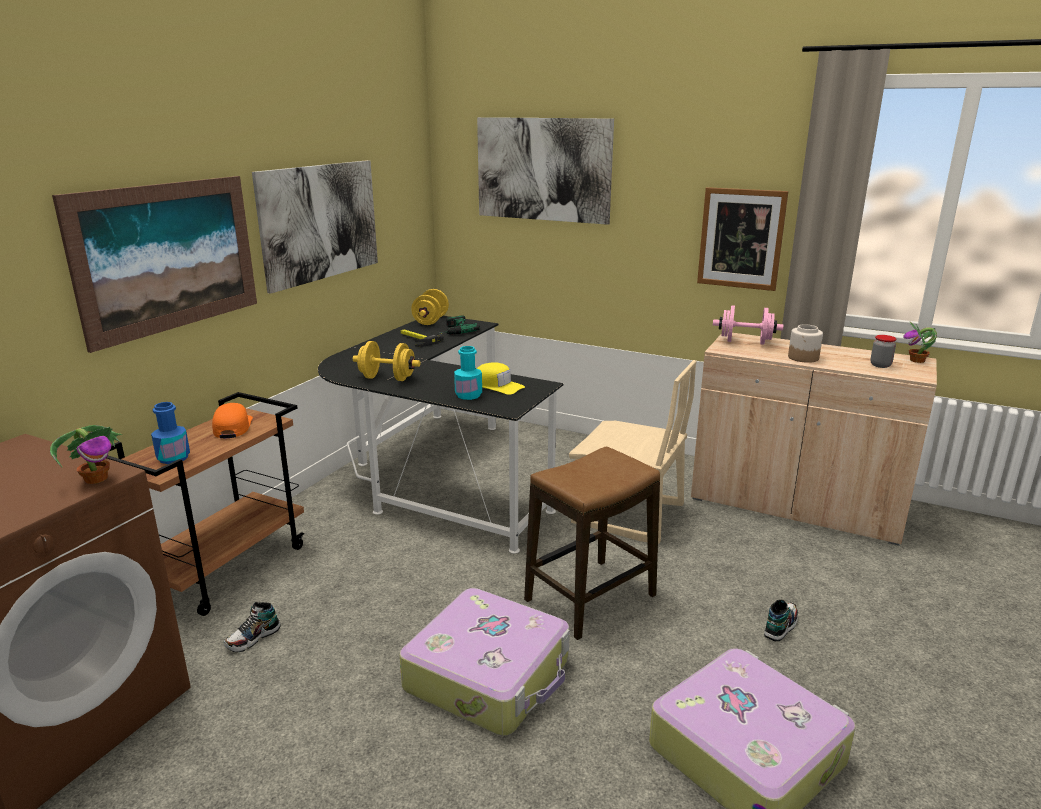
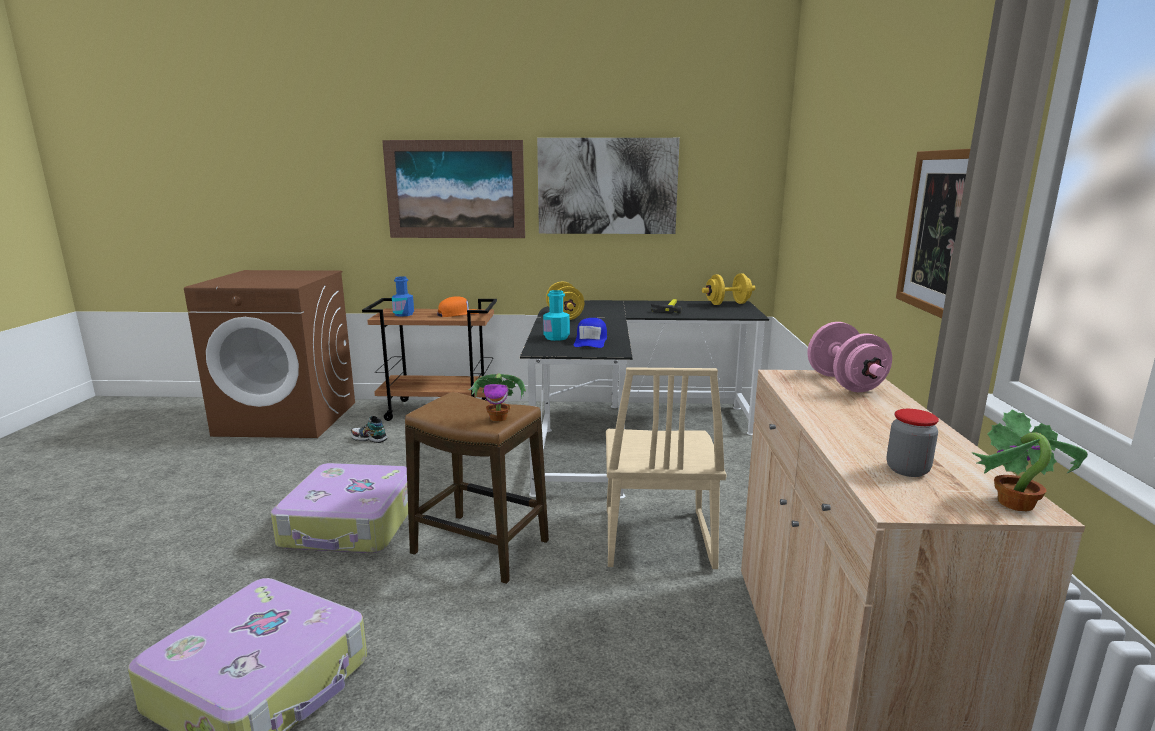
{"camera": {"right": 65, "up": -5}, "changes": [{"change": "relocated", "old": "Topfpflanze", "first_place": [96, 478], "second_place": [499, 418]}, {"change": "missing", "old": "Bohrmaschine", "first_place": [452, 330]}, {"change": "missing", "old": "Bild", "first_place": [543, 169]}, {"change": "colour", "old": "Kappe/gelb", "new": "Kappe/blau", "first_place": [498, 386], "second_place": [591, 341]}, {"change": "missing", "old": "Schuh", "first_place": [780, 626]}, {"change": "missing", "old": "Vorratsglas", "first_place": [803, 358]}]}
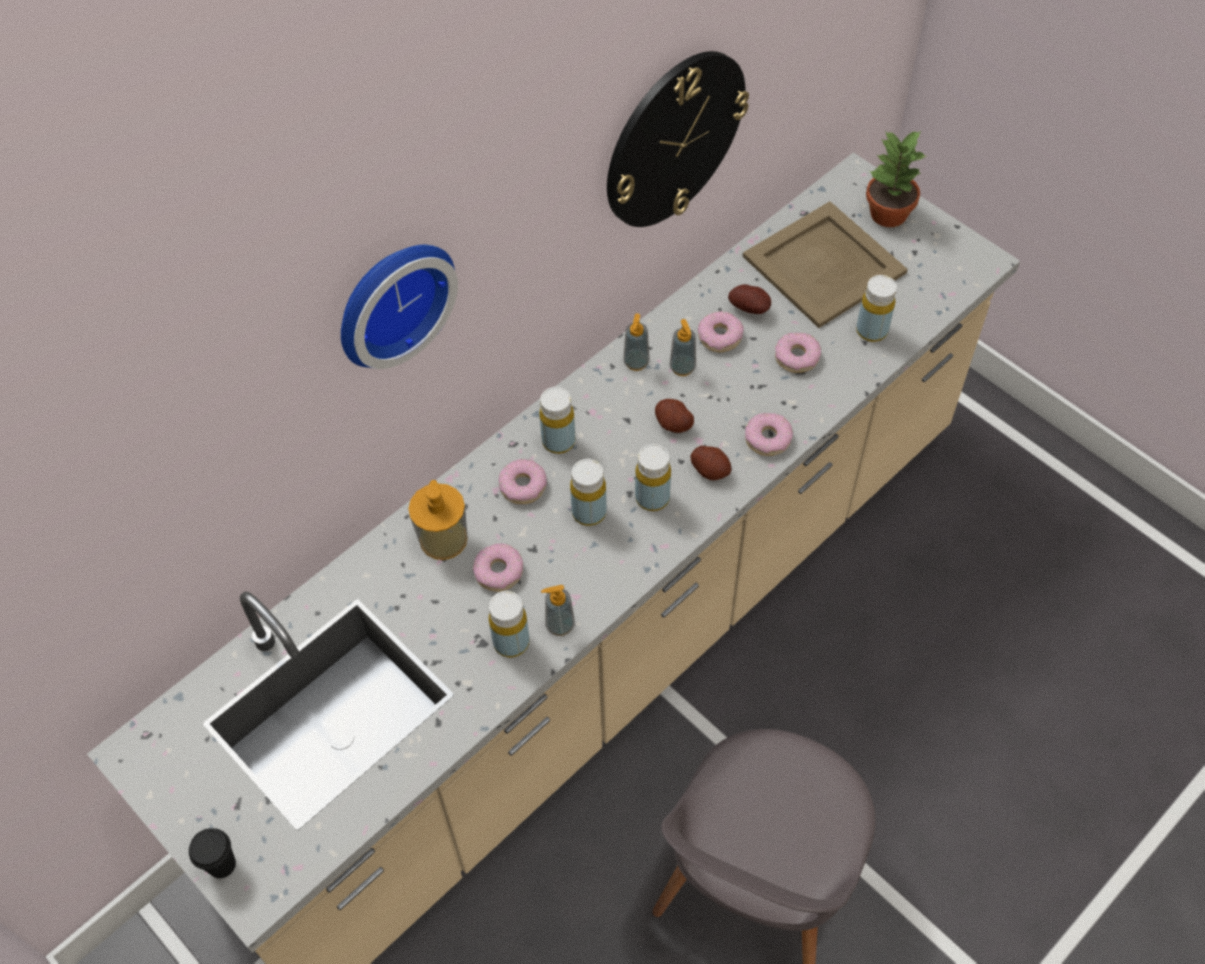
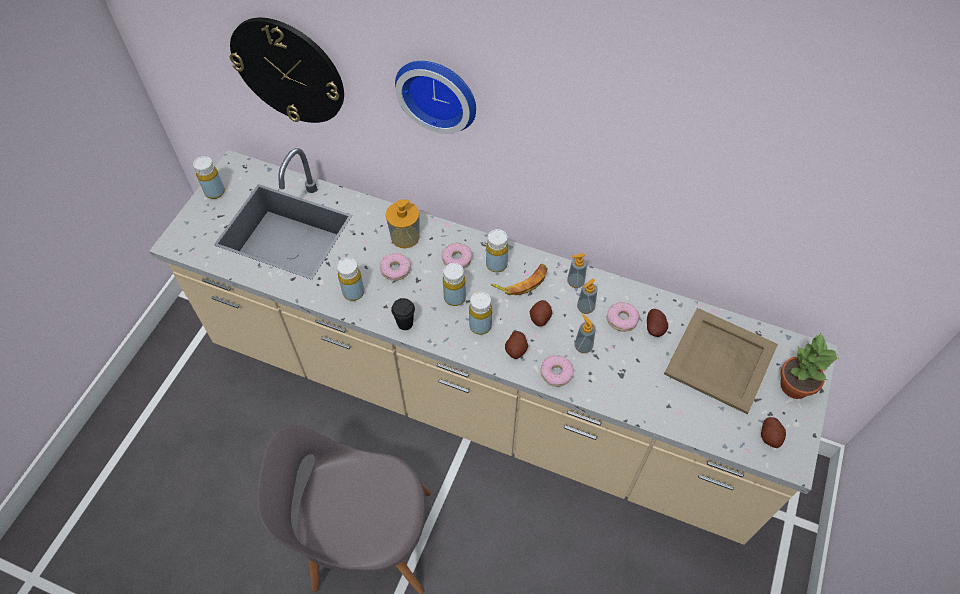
{"camera": {"right": 65, "up": 0}, "changes": [{"change": "relocated", "old": "Tasse/schwarz", "first_place": [222, 864], "second_place": [405, 323]}, {"change": "relocated", "old": "Seifenspender", "first_place": [560, 625], "second_place": [583, 346]}, {"change": "relocated", "old": "Wanduhr", "first_place": [674, 139], "second_place": [288, 71]}, {"change": "missing", "old": "Donut", "first_place": [796, 357]}, {"change": "relocated", "old": "Flasche/gelb", "first_place": [871, 331], "second_place": [215, 192]}, {"change": "appeared", "new": "Banane", "second_place": [522, 282]}, {"change": "appeared", "new": "Kartoffel", "second_place": [770, 436]}]}
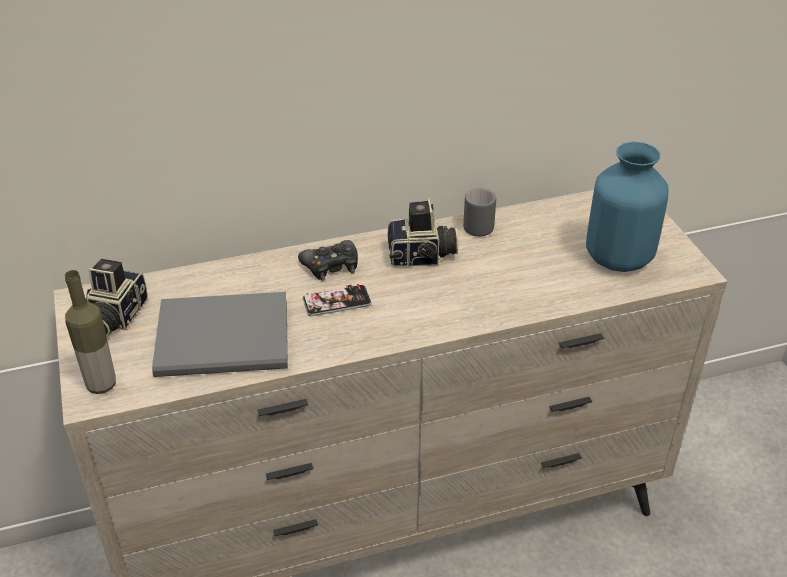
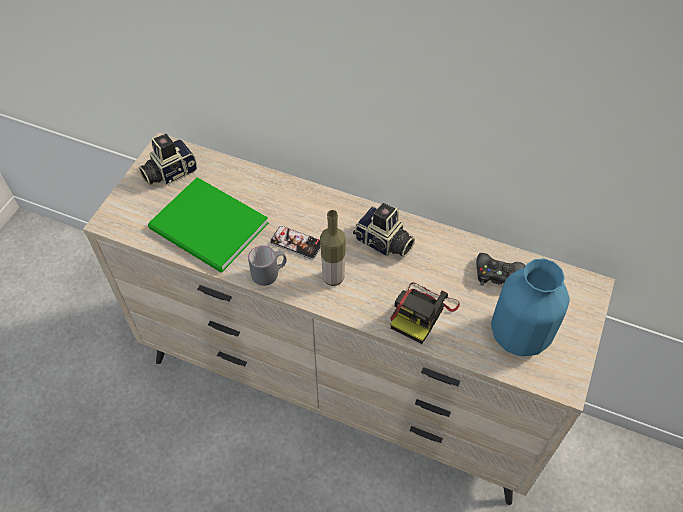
{"camera": {"right": 40, "up": 15}, "changes": [{"change": "relocated", "old": "Flasche", "first_place": [101, 385], "second_place": [333, 278]}, {"change": "colour", "old": "Buch/grau", "new": "Buch/grün", "first_place": [227, 340], "second_place": [209, 229]}, {"change": "relocated", "old": "Gamepad/schwarz", "first_place": [331, 266], "second_place": [497, 275]}, {"change": "relocated", "old": "Henkelbecher/grau", "first_place": [480, 225], "second_place": [269, 274]}, {"change": "appeared", "new": "Kamera", "second_place": [422, 312]}]}
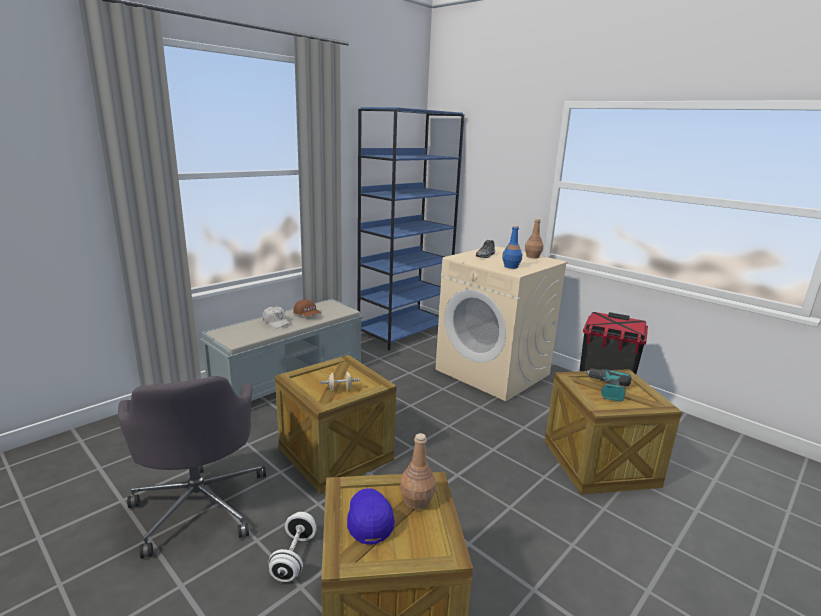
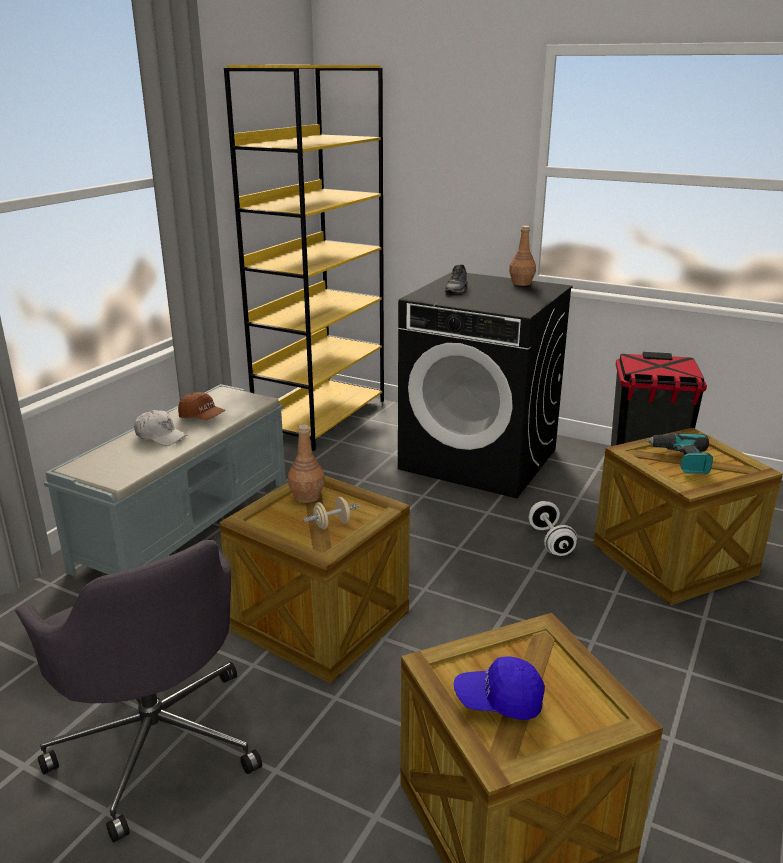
{"camera": {"right": -15, "up": 5}, "changes": [{"change": "relocated", "old": "Hantel/weiß", "first_place": [294, 557], "second_place": [550, 541]}, {"change": "spun", "old": "Kappe/blau", "first_place": [369, 521], "second_place": [498, 701], "degrees": -60}, {"change": "colour", "old": "Bücherregal/blau", "new": "Bücherregal/gelb", "first_place": [404, 331], "second_place": [321, 417]}, {"change": "relocated", "old": "Flasche/braun", "first_place": [416, 501], "second_place": [306, 497]}, {"change": "colour", "old": "Waschmaschine/beige", "new": "Waschmaschine/schwarz", "first_place": [493, 372], "second_place": [480, 459]}, {"change": "missing", "old": "Flasche/blau", "first_place": [511, 267]}]}
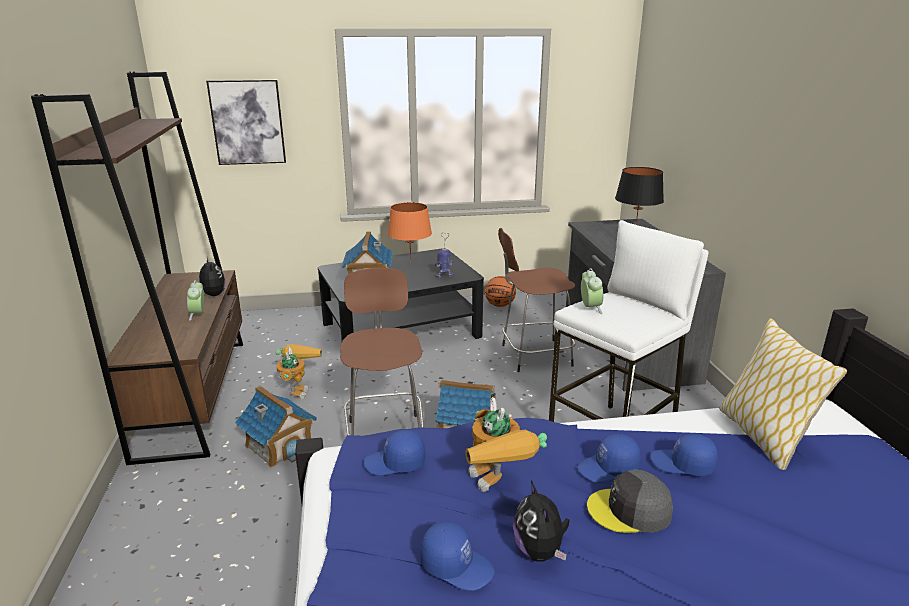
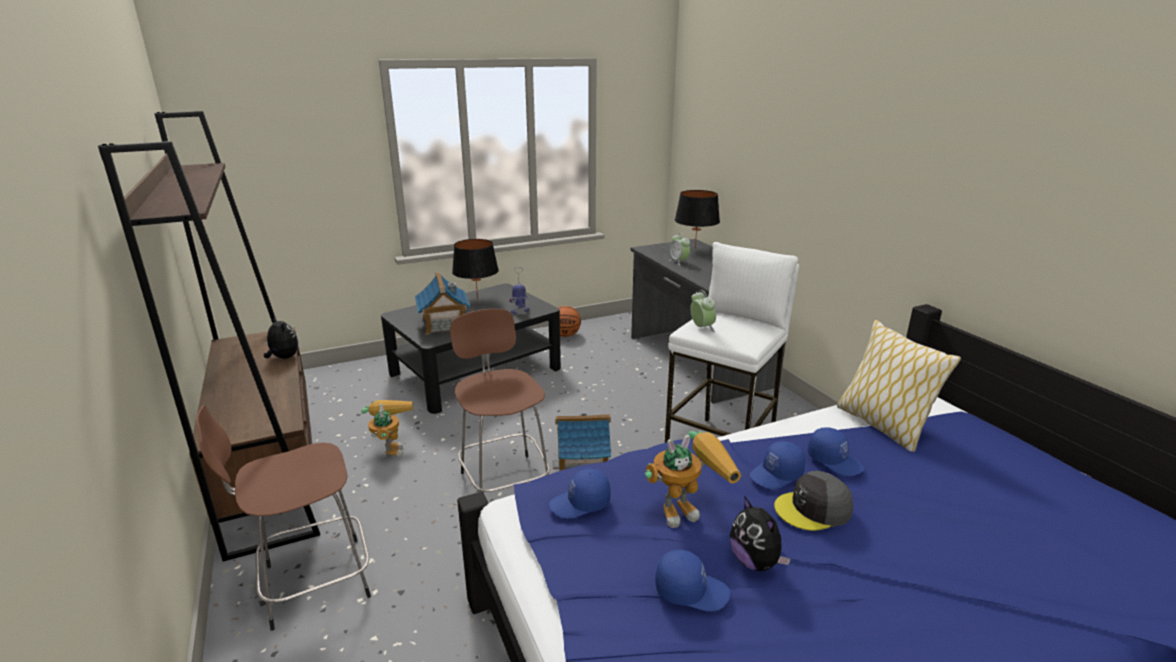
{"camera": {"right": -15, "up": 0}, "changes": [{"change": "relocated", "old": "Wecker", "first_place": [198, 314], "second_place": [679, 262]}, {"change": "missing", "old": "Bild", "first_place": [247, 122]}, {"change": "missing", "old": "Spielzeughaus", "first_place": [279, 445]}, {"change": "colour", "old": "Tischlampe/orange", "new": "Tischlampe/schwarz", "first_place": [410, 261], "second_place": [477, 299]}, {"change": "spun", "old": "Spielzeugroboter", "first_place": [498, 486], "second_place": [688, 508], "degrees": -75}, {"change": "relocated", "old": "Hocker/braun", "first_place": [533, 355], "second_place": [312, 583]}, {"change": "spun", "old": "Kappe/blau", "first_place": [682, 464], "second_place": [835, 460], "degrees": -135}]}
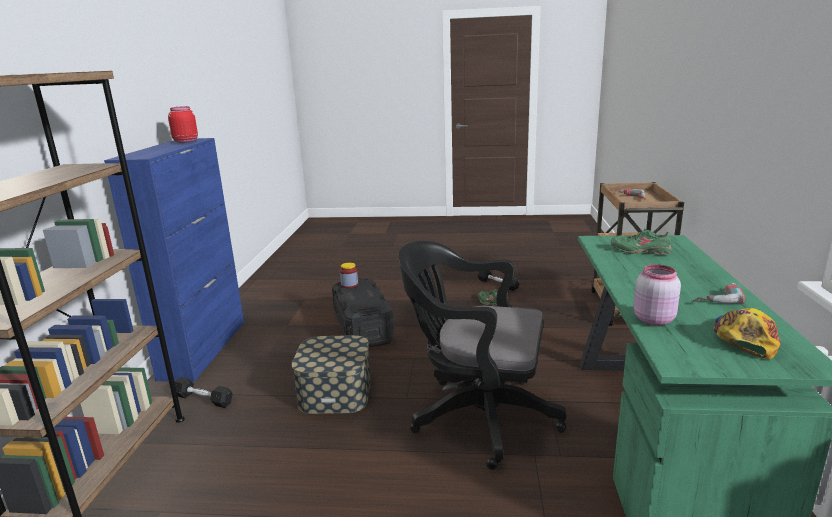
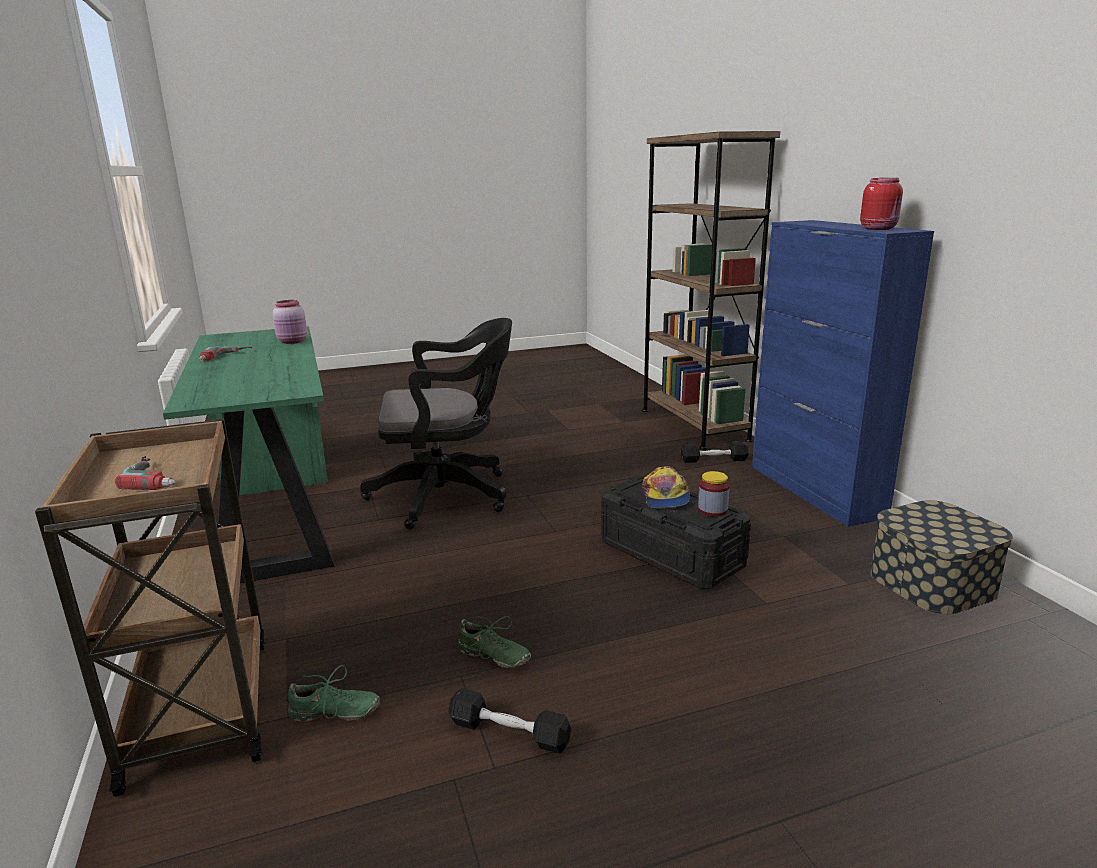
{"camera": {"right": 155, "up": 0}, "changes": [{"change": "relocated", "old": "Aufbewahrungsbox", "first_place": [335, 393], "second_place": [932, 582]}, {"change": "relocated", "old": "Schuh/grün", "first_place": [640, 251], "second_place": [334, 713]}, {"change": "relocated", "old": "Kappe", "first_place": [744, 338], "second_place": [665, 497]}]}
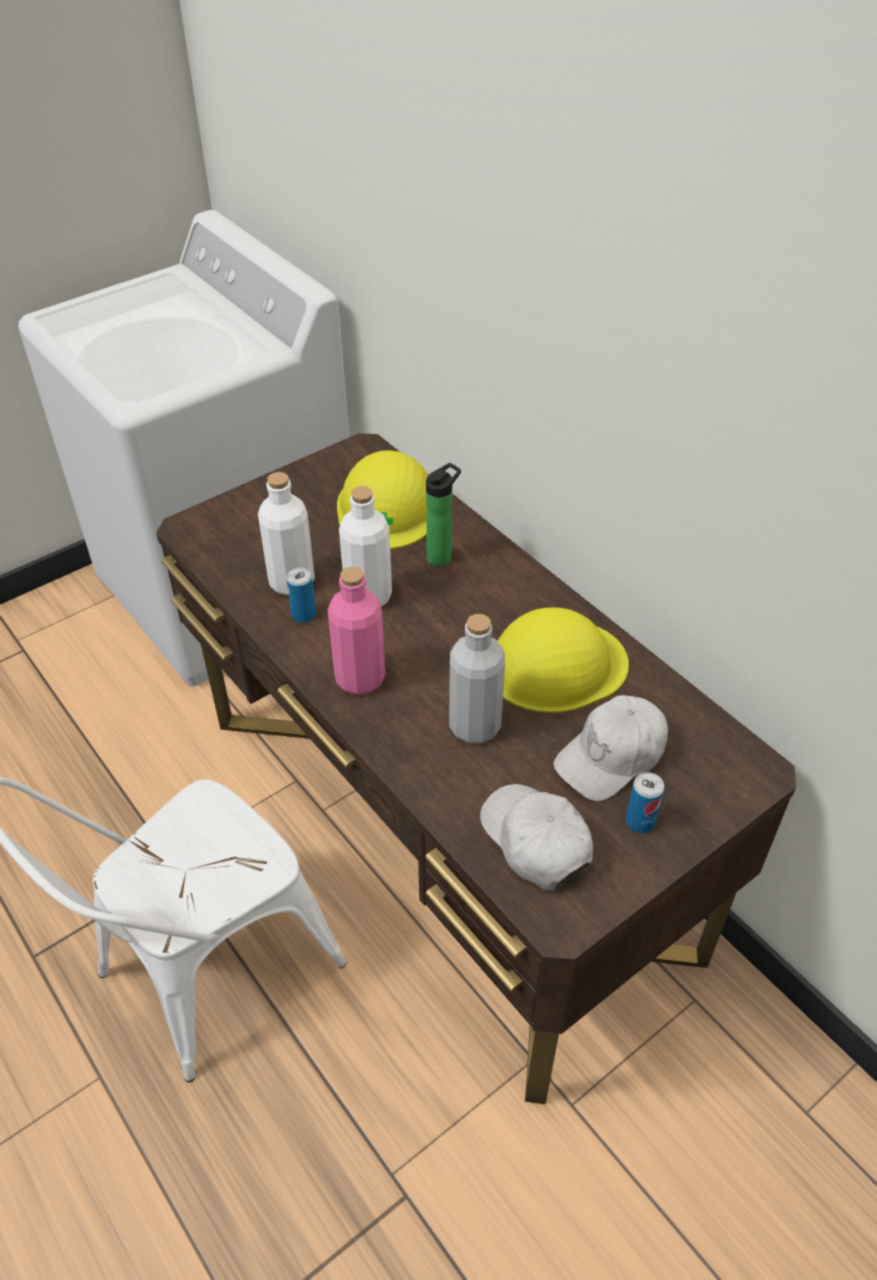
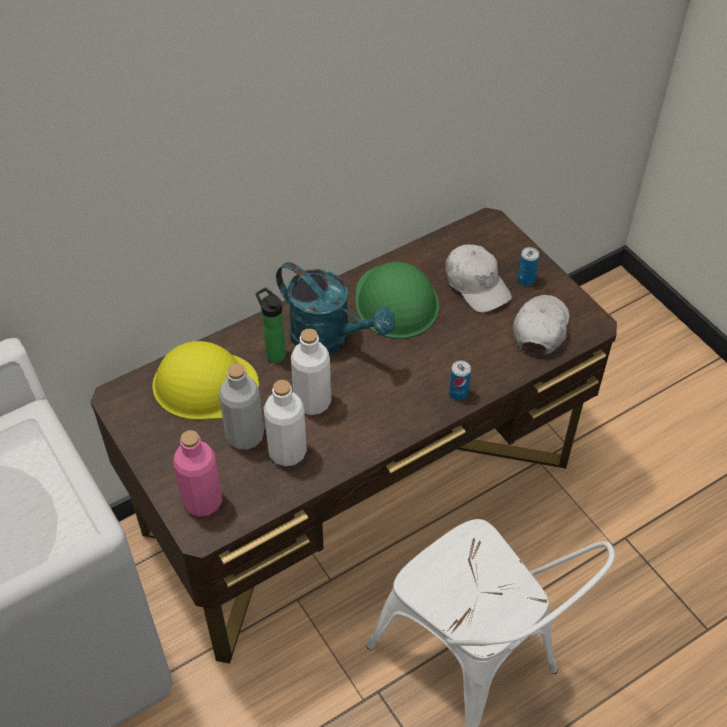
{"camera": {"right": -85, "up": 5}, "changes": [{"change": "relocated", "old": "Dose", "first_place": [303, 614], "second_place": [458, 393]}, {"change": "relocated", "old": "Flasche/rosa", "first_place": [360, 678], "second_place": [203, 501]}, {"change": "relocated", "old": "Flasche/grau", "first_place": [474, 726], "second_place": [245, 436]}, {"change": "spun", "old": "Kappe/weiß", "first_place": [535, 841], "second_place": [540, 328], "degrees": 135}, {"change": "colour", "old": "Schutzhelm/gelb", "new": "Schutzhelm/grün", "first_place": [555, 665], "second_place": [396, 301]}, {"change": "appeared", "new": "Gießkanne/türkis", "second_place": [330, 338]}]}
